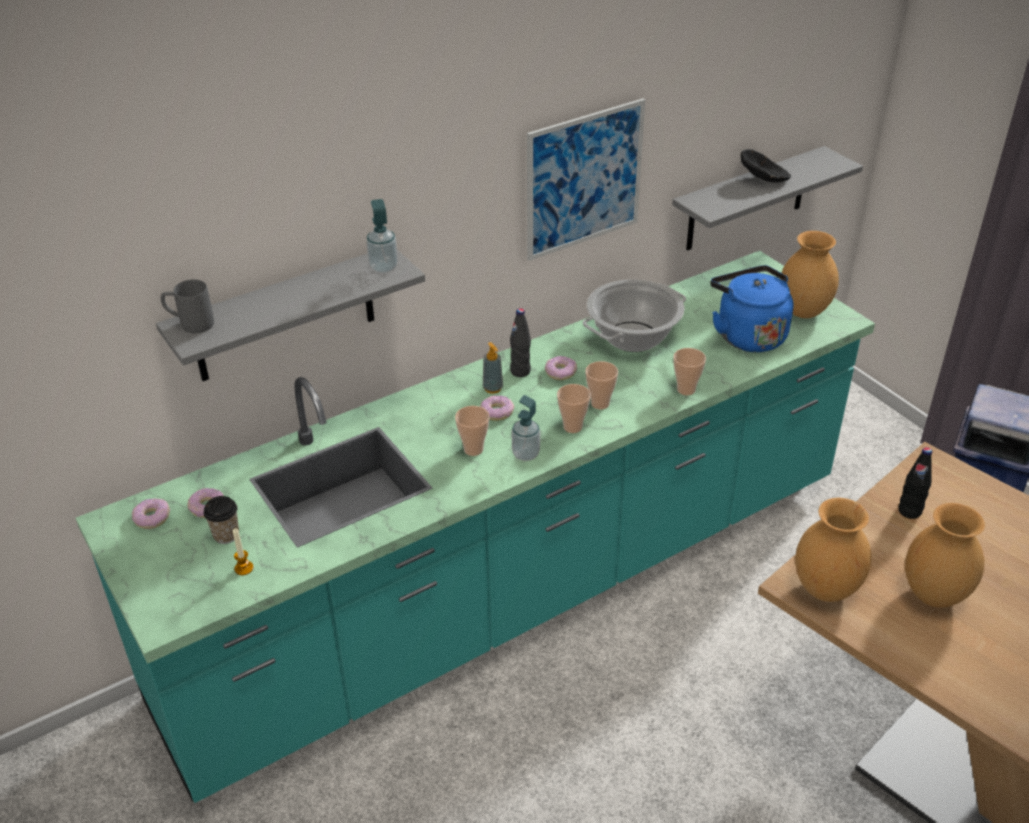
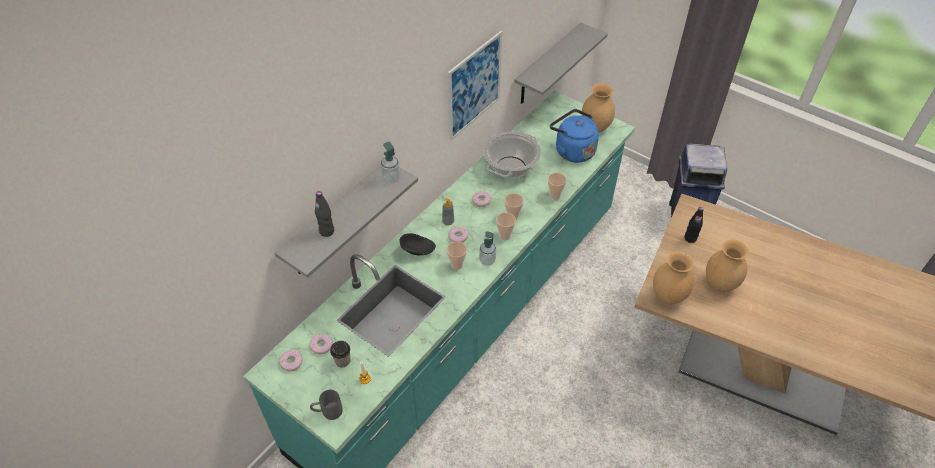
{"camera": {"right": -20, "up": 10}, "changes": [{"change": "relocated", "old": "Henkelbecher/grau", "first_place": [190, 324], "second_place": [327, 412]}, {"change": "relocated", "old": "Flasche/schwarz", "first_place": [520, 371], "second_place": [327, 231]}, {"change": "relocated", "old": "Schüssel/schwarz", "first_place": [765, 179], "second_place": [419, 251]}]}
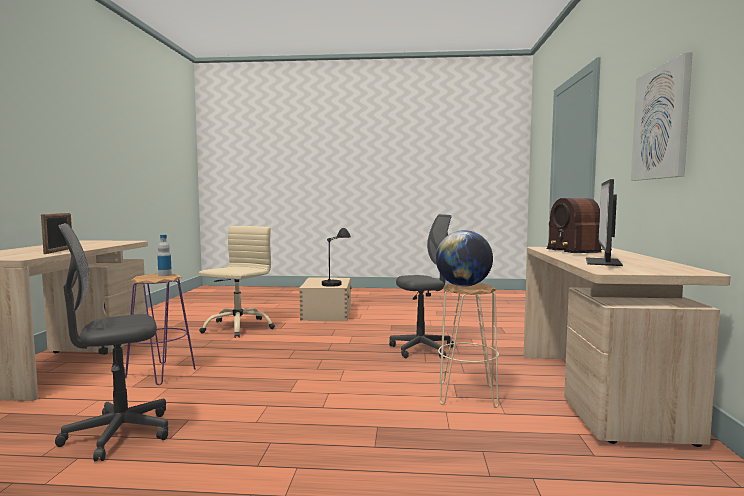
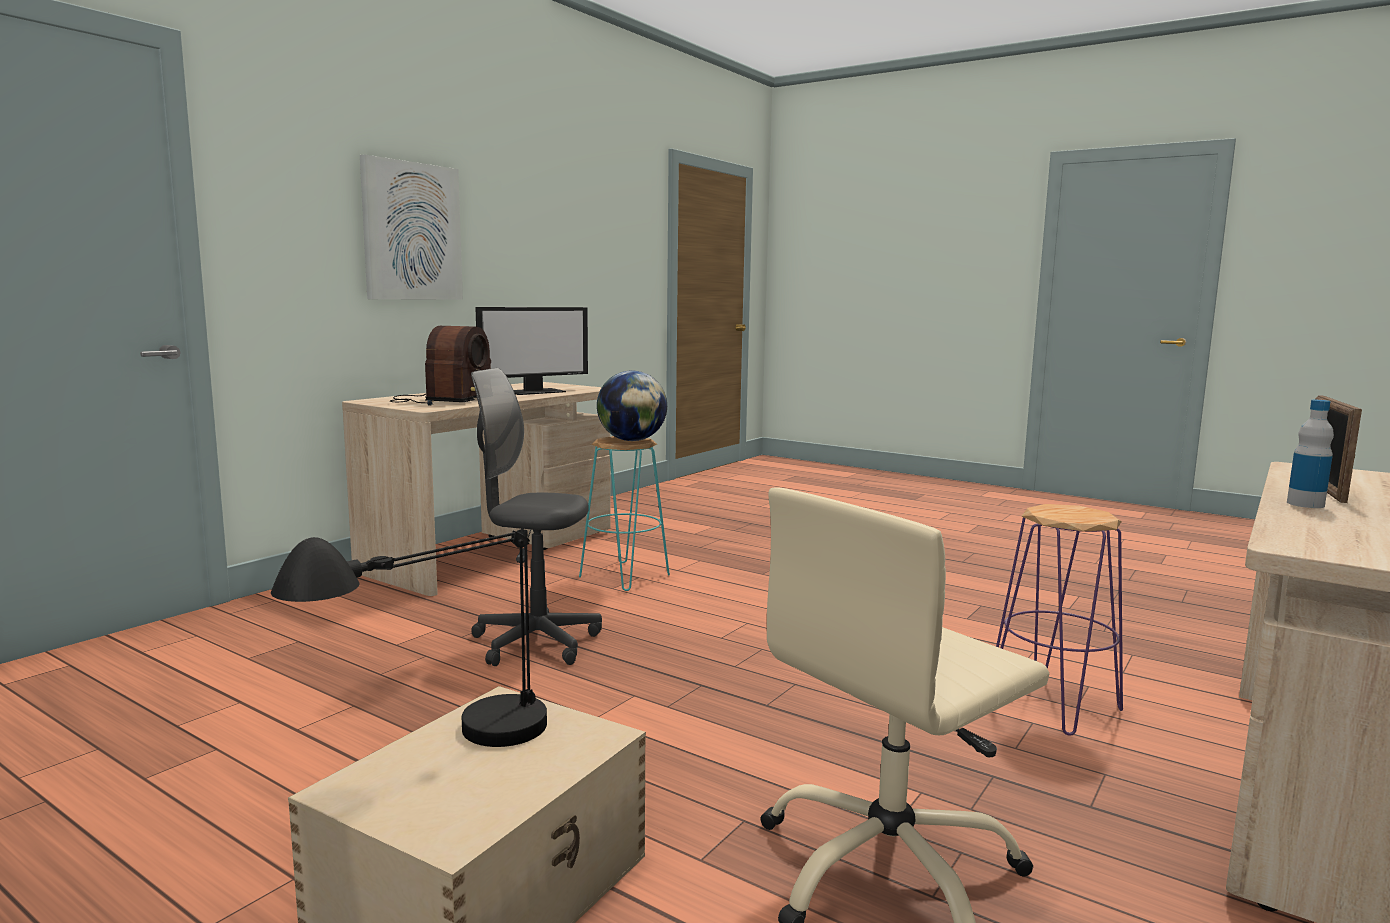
{"camera": {"right": -150, "up": 5}, "changes": [{"change": "missing", "old": "Bürostuhl/grau", "first_place": [119, 434]}, {"change": "relocated", "old": "Flasche", "first_place": [165, 275], "second_place": [1305, 504]}, {"change": "colour", "old": "Hocker/beige", "new": "Hocker/türkis", "first_place": [467, 394], "second_place": [624, 576]}]}
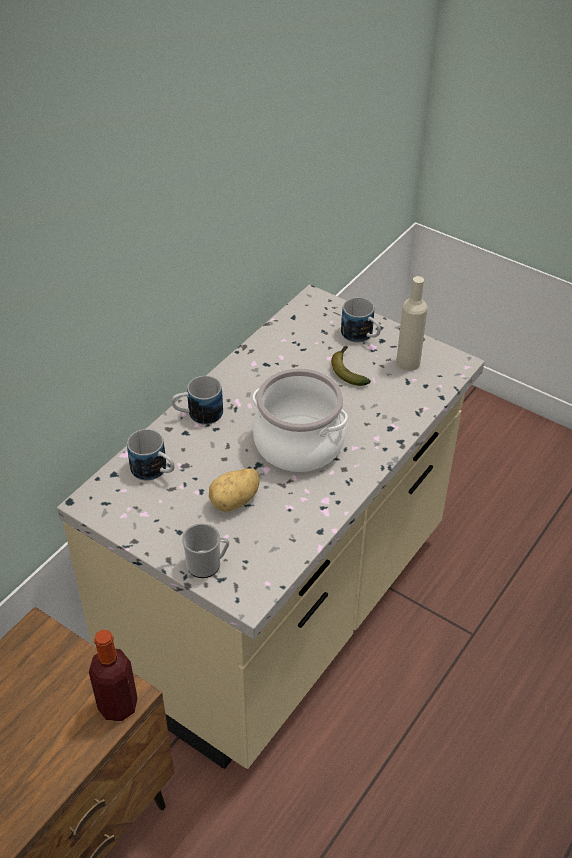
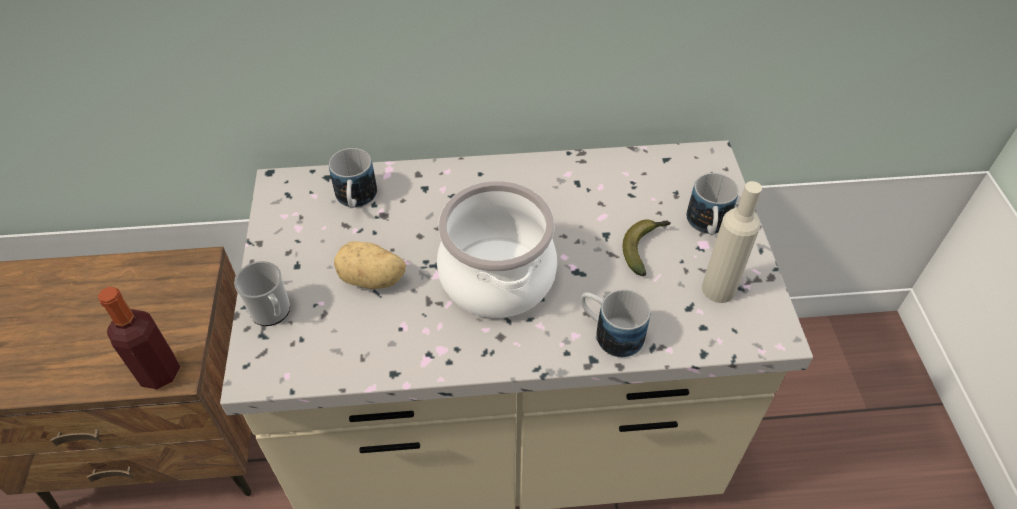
{"camera": {"right": 50, "up": 5}, "changes": [{"change": "relocated", "old": "Henkelbecher", "first_place": [198, 414], "second_place": [609, 333]}]}
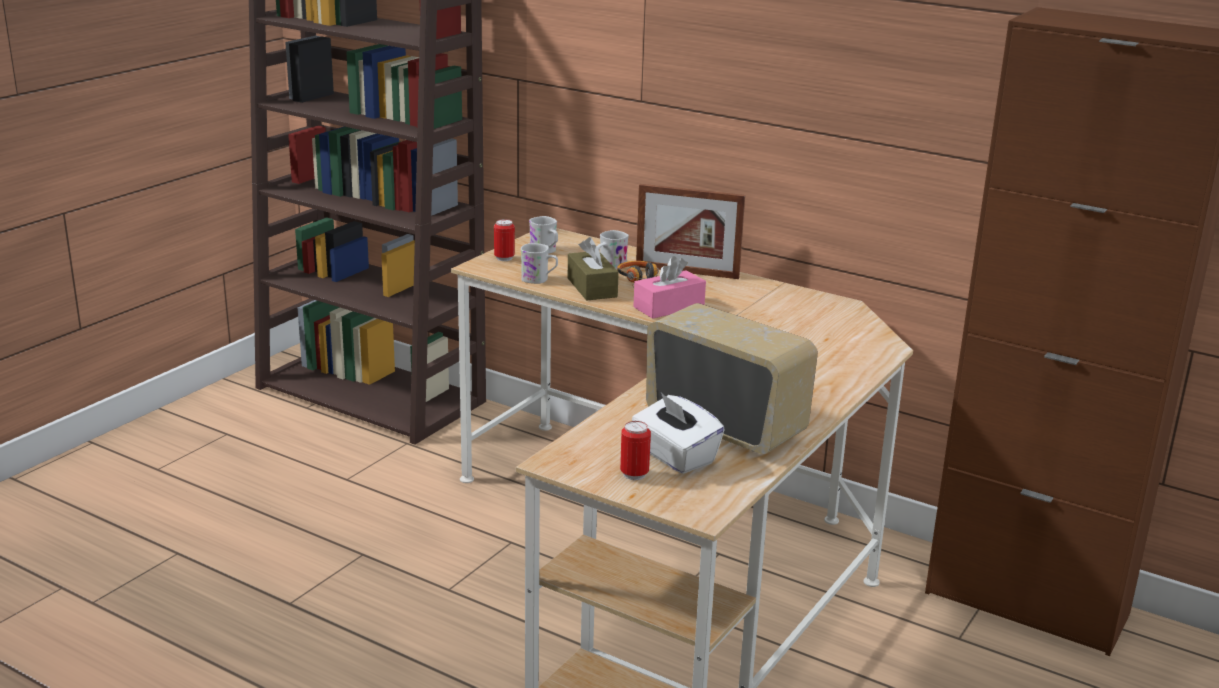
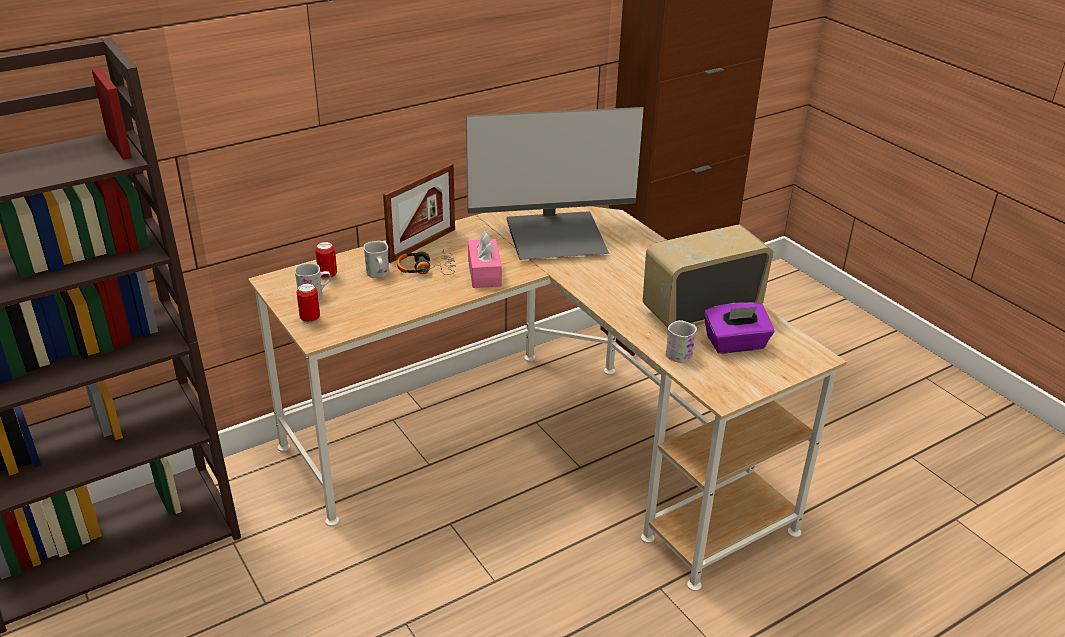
{"camera": {"right": -65, "up": 10}, "changes": [{"change": "relocated", "old": "Henkelbecher/weiß", "first_place": [539, 280], "second_place": [681, 353]}, {"change": "missing", "old": "Taschentuchbox/braun", "first_place": [592, 287]}, {"change": "relocated", "old": "Dose", "first_place": [634, 474], "second_place": [327, 276]}, {"change": "colour", "old": "Taschentuchbox/weiß", "new": "Taschentuchbox/lila", "first_place": [675, 456], "second_place": [735, 344]}, {"change": "appeared", "new": "Monitor", "second_place": [555, 236]}]}
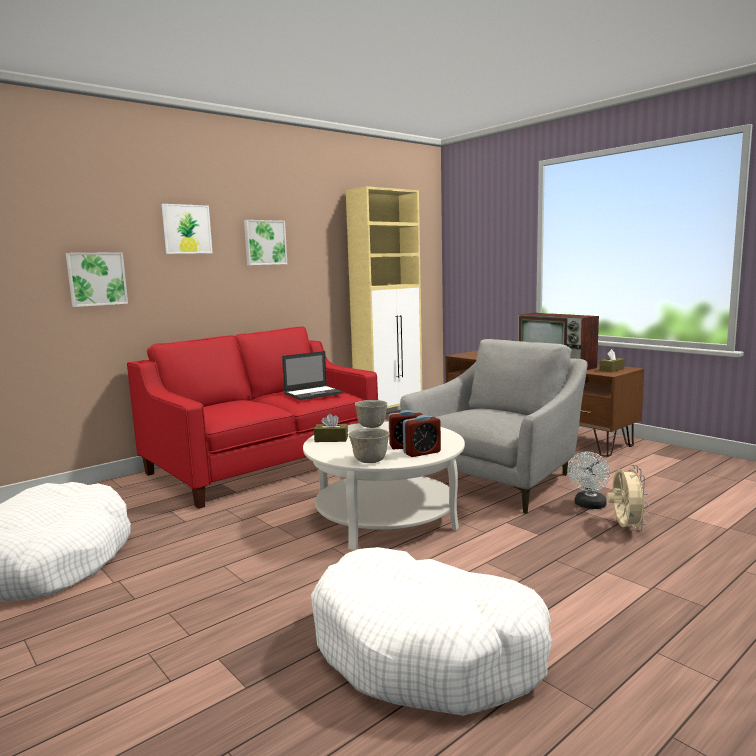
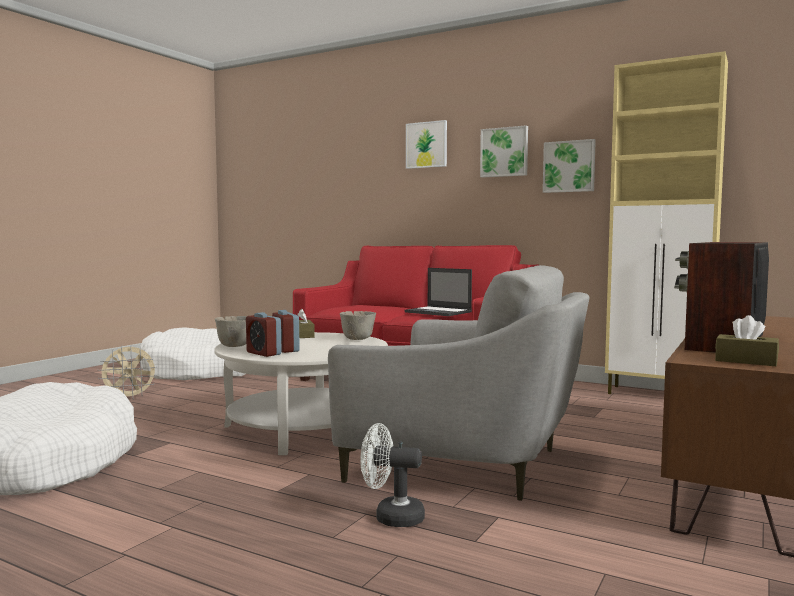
{"camera": {"right": 70, "up": -5}, "changes": [{"change": "relocated", "old": "Bild", "first_place": [96, 279], "second_place": [569, 166]}, {"change": "relocated", "old": "Ventilator/beige", "first_place": [625, 528], "second_place": [130, 398]}]}
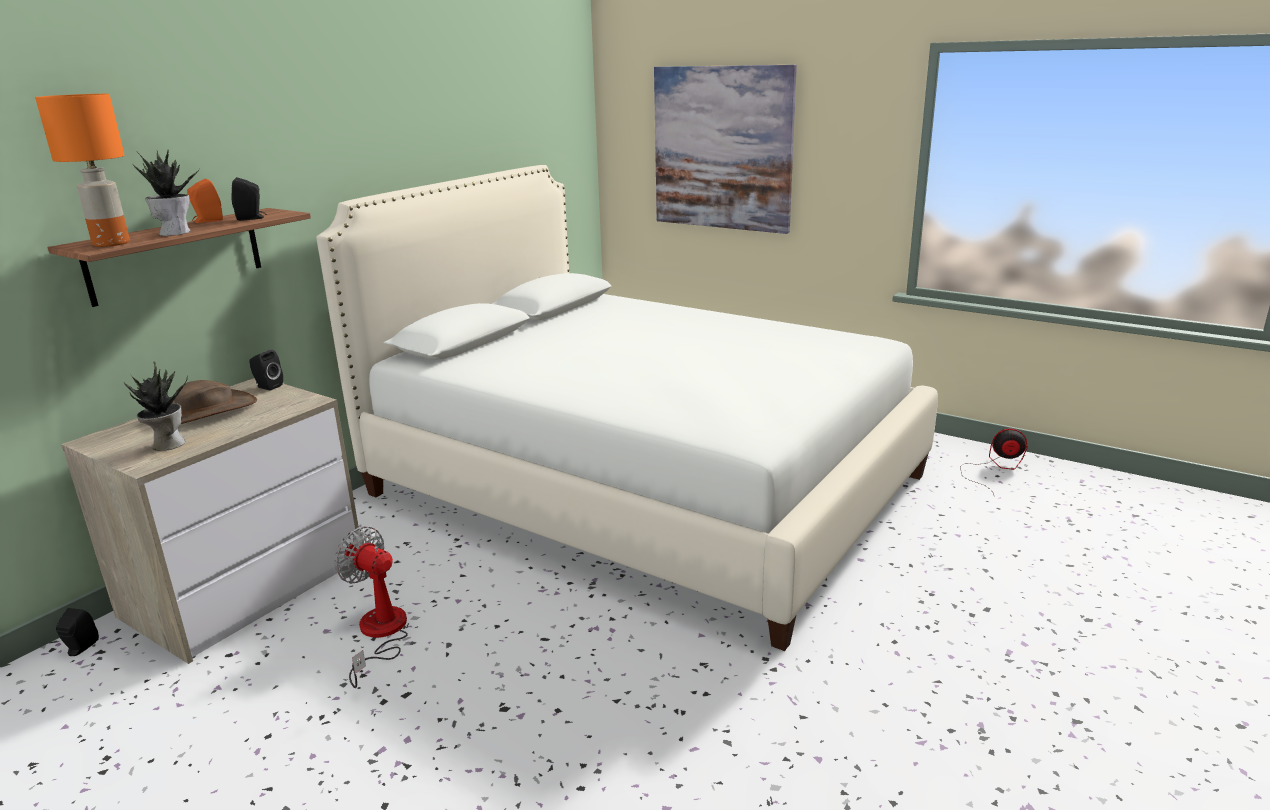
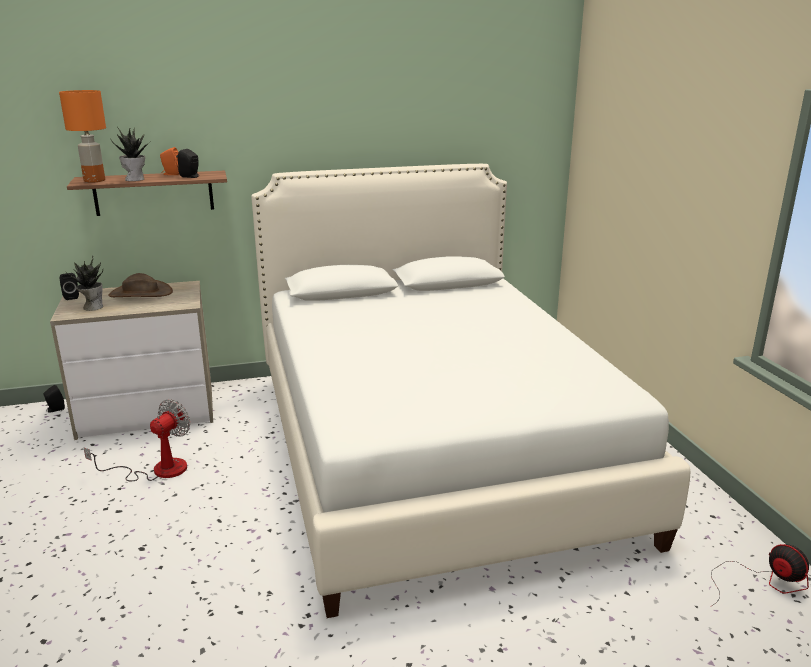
{"camera": {"right": 40, "up": 0}, "changes": [{"change": "relocated", "old": "Lautsprecher/schwarz", "first_place": [267, 386], "second_place": [71, 297]}, {"change": "spun", "old": "Ventilator", "first_place": [379, 634], "second_place": [157, 470], "degrees": 45}, {"change": "missing", "old": "Bild", "first_place": [722, 148]}]}
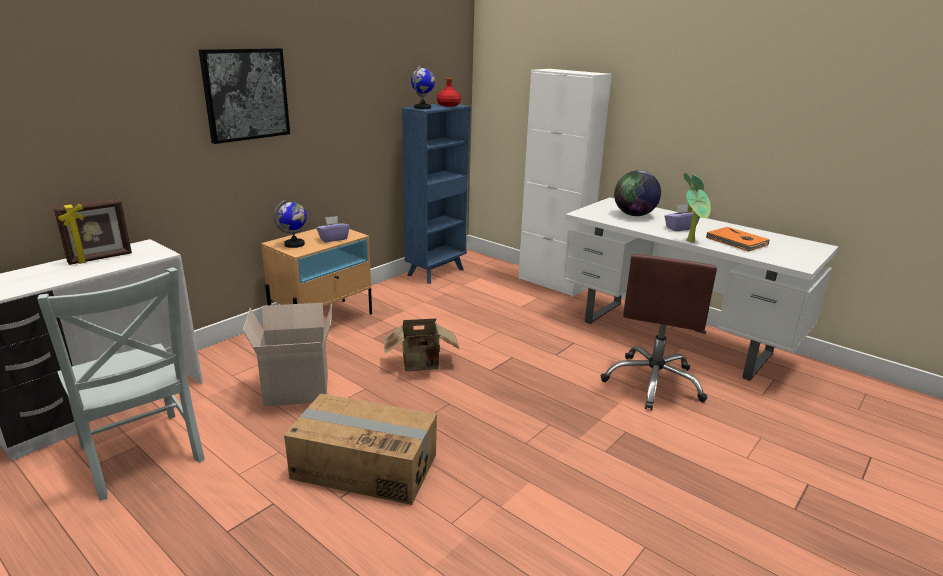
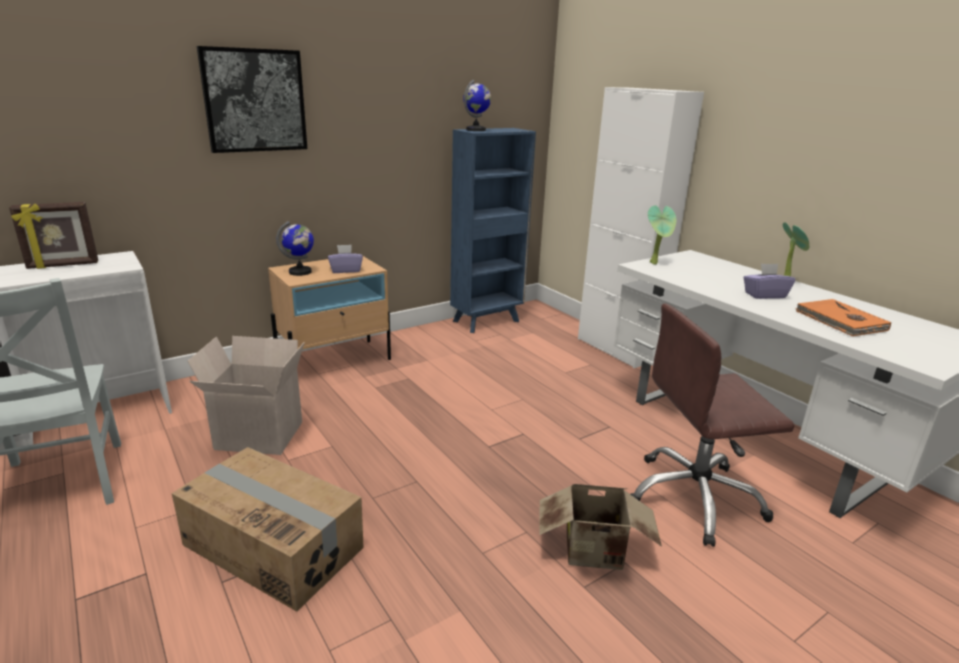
{"camera": {"right": 15, "up": 0}, "changes": [{"change": "relocated", "old": "Karton", "first_place": [422, 365], "second_place": [595, 554]}, {"change": "missing", "old": "Flasche/rot", "first_place": [449, 105]}, {"change": "spun", "old": "Bürostuhl/braun", "first_place": [653, 383], "second_place": [694, 498], "degrees": 45}, {"change": "missing", "old": "Globus", "first_place": [634, 215]}, {"change": "relocated", "old": "Topfpflanze", "first_place": [692, 241], "second_place": [655, 263]}]}
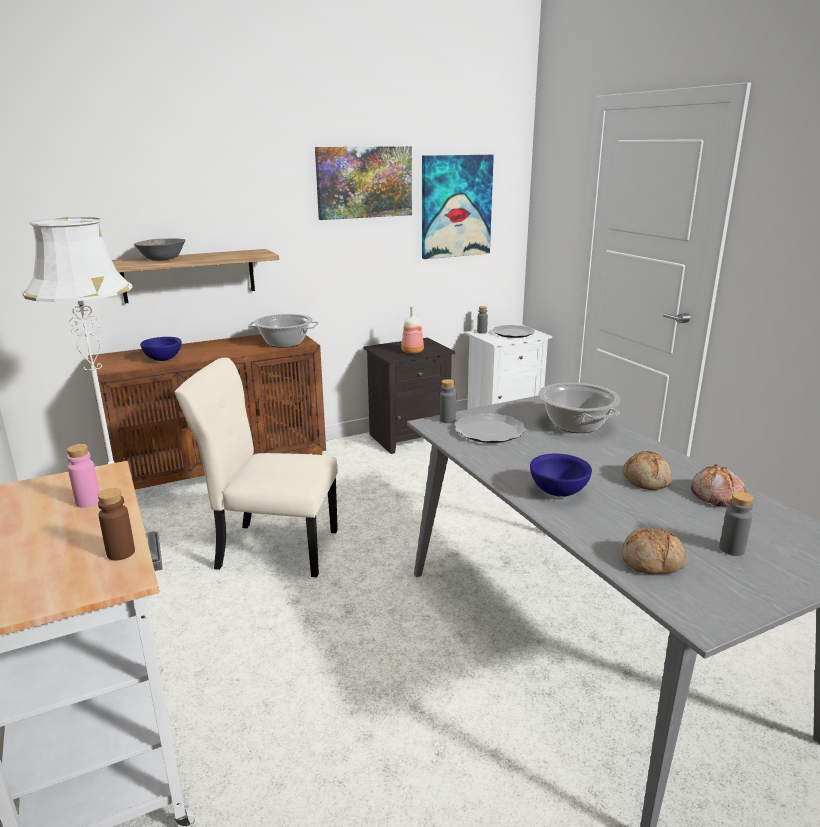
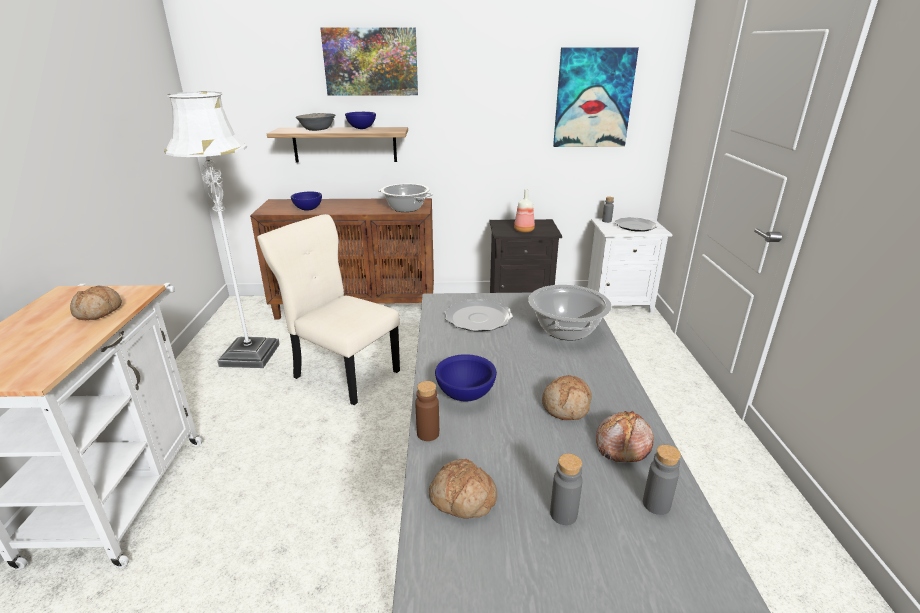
{"camera": {"right": 25, "up": 5}, "changes": [{"change": "exchanged", "old": "Flasche/rosa", "new": "Brot", "first_place": [88, 502], "second_place": [99, 311]}, {"change": "relocated", "old": "Flasche/braun", "first_place": [121, 553], "second_place": [428, 433]}, {"change": "relocated", "old": "Bild", "first_place": [364, 182], "second_place": [371, 62]}, {"change": "relocated", "old": "Flasche/grau", "first_place": [447, 420], "second_place": [656, 504]}, {"change": "appeared", "new": "Schüssel/blau", "second_place": [361, 128]}]}
